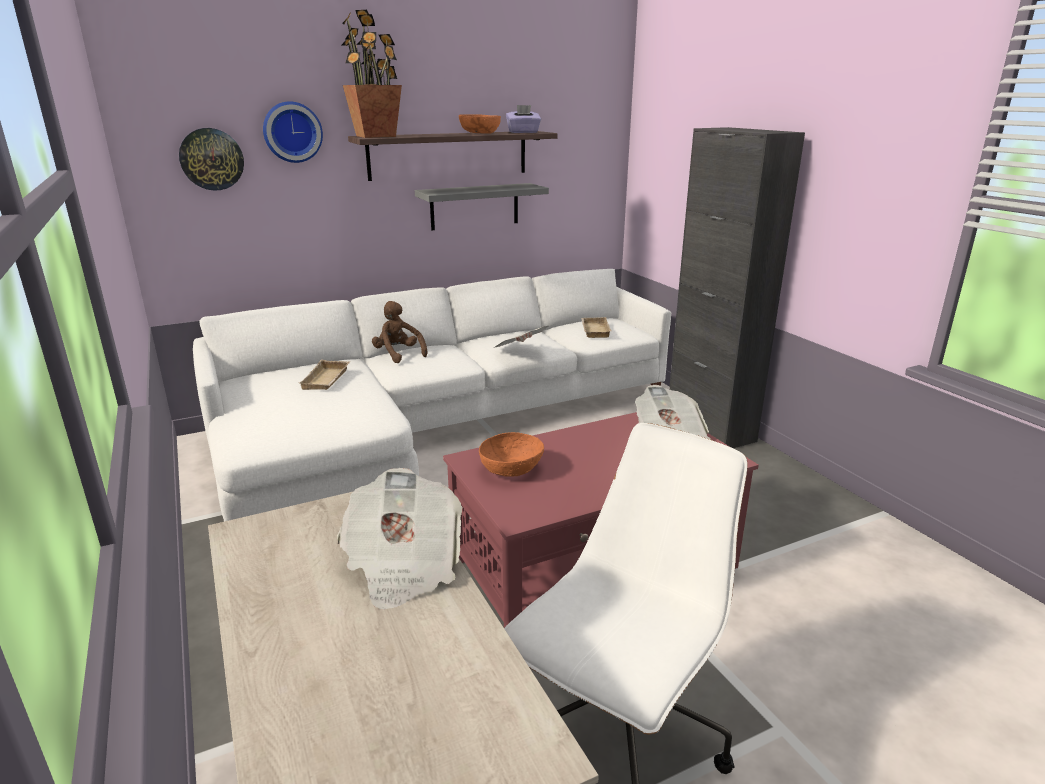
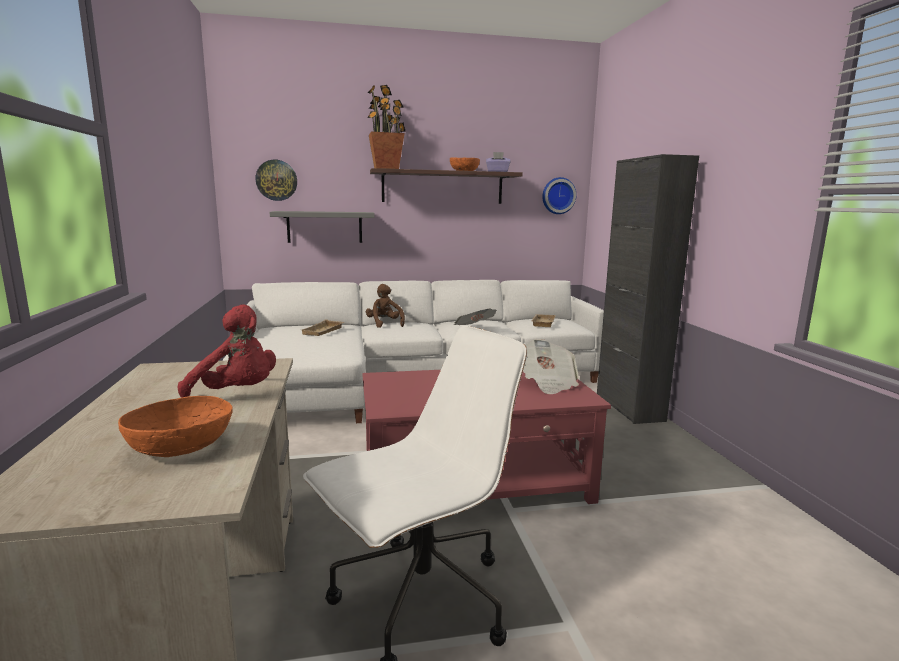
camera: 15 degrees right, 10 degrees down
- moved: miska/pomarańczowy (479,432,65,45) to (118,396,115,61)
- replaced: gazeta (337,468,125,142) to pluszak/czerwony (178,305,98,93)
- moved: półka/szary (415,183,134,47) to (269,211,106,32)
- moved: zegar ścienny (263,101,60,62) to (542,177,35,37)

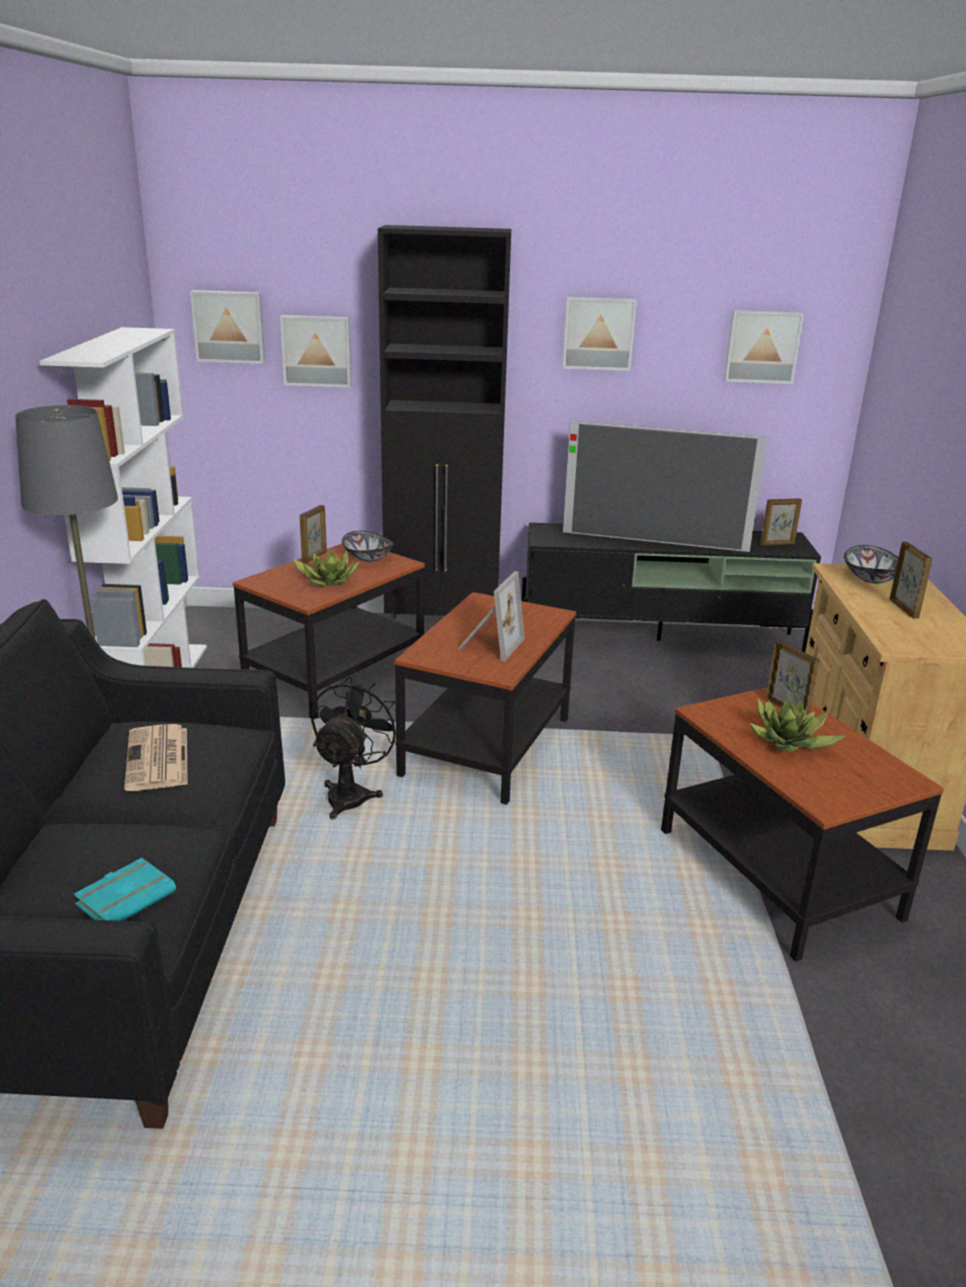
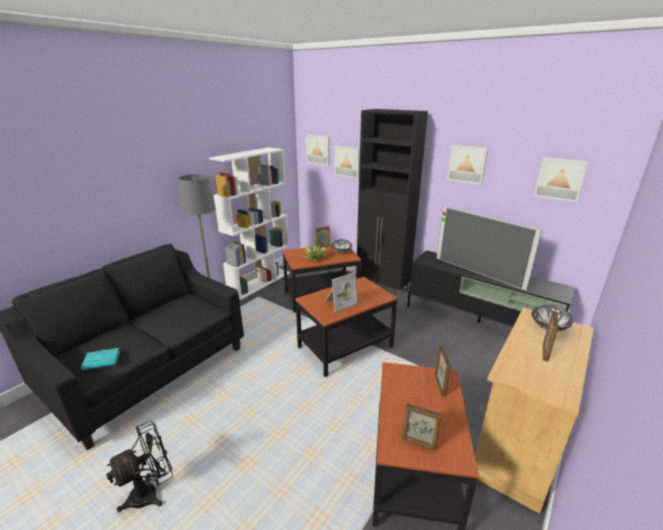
camera: 35 degrees right, 0 degrees up
- moved: wentylator/czarny (311,676,91,143) to (106,421,67,91)
- moved: ramka na zdjęcie (760,498,42,48) to (402,403,40,48)
- removed: gazeta (124,724,64,67)
- removed: roślina doniczkowa (750,698,97,53)

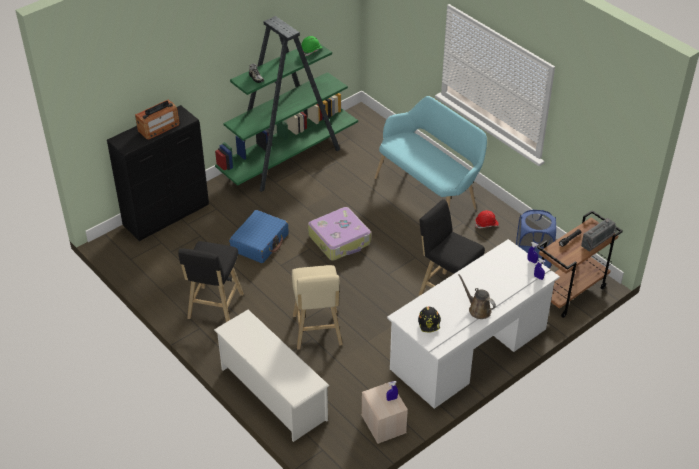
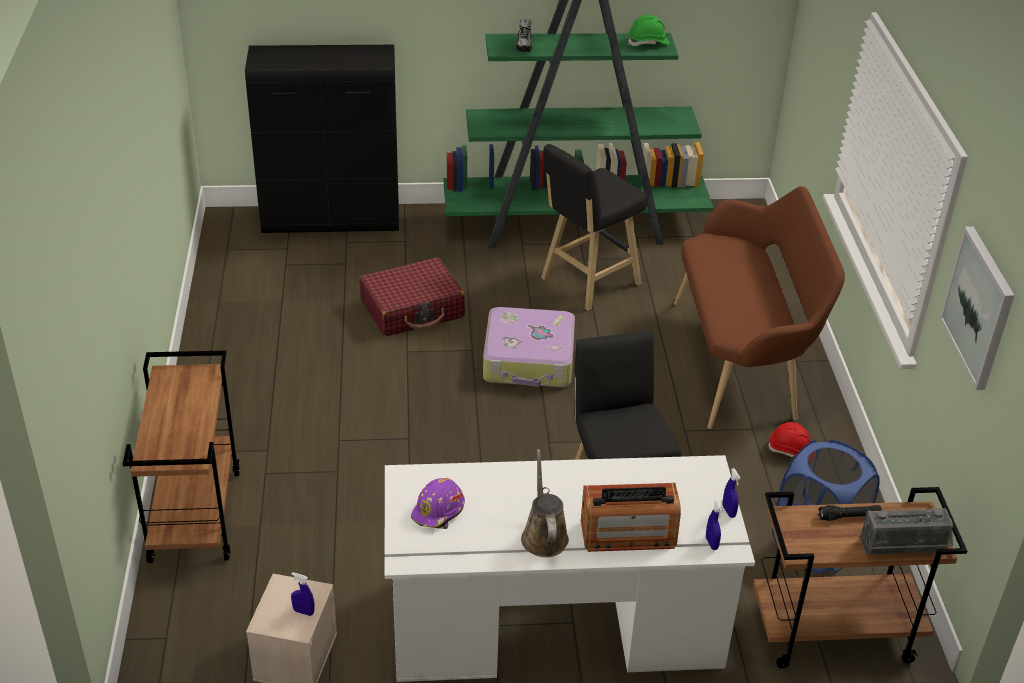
camera: 35 degrees right, 5 degrees down
- replaced: regał na buty/biały (214,310,116,132) to wózek/brązowy (123,350,117,213)
- recoloured: walizka/niebieski (229,210,59,53) to walizka/czerwony (359,258,106,78)
- recoloured: kask/czarny (418,306,23,27) to kask/fioletowy (411,478,54,51)
- moved: stołek/czarny (178,241,66,81) to (541,144,107,167)
- moved: radio (135,99,45,41) to (581,483,100,69)
- recoloured: ławka/turkusowy (375,96,112,114) to ławka/brązowy (674,186,171,243)
- added: obraz (939,226,76,164)
- removed: stołek/beżowy (292,265,51,85)

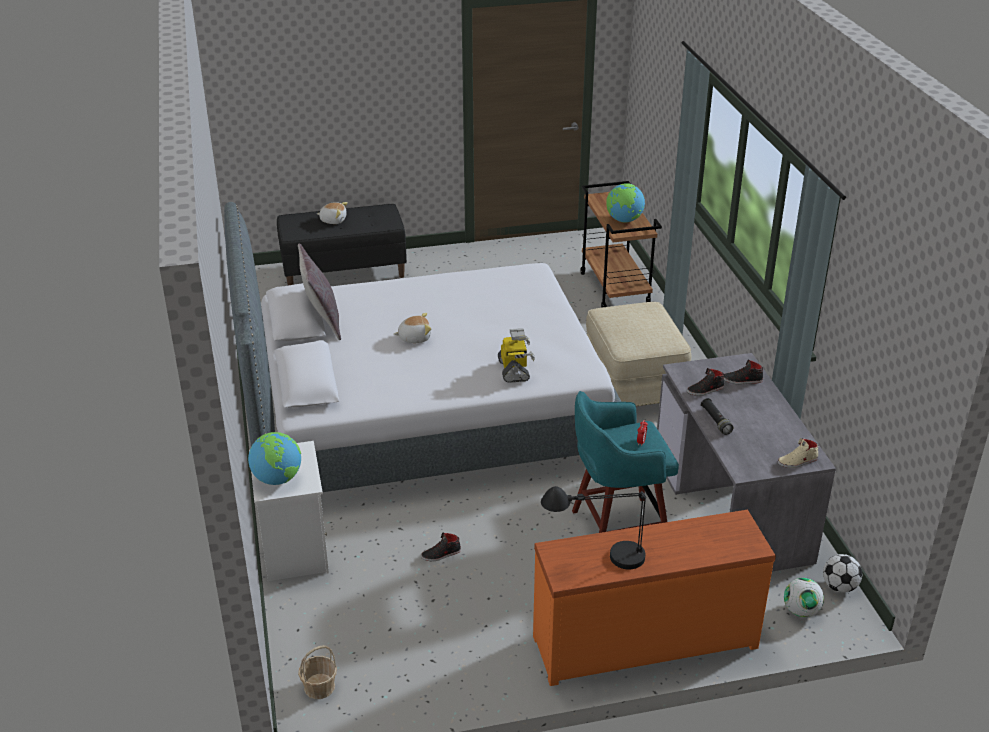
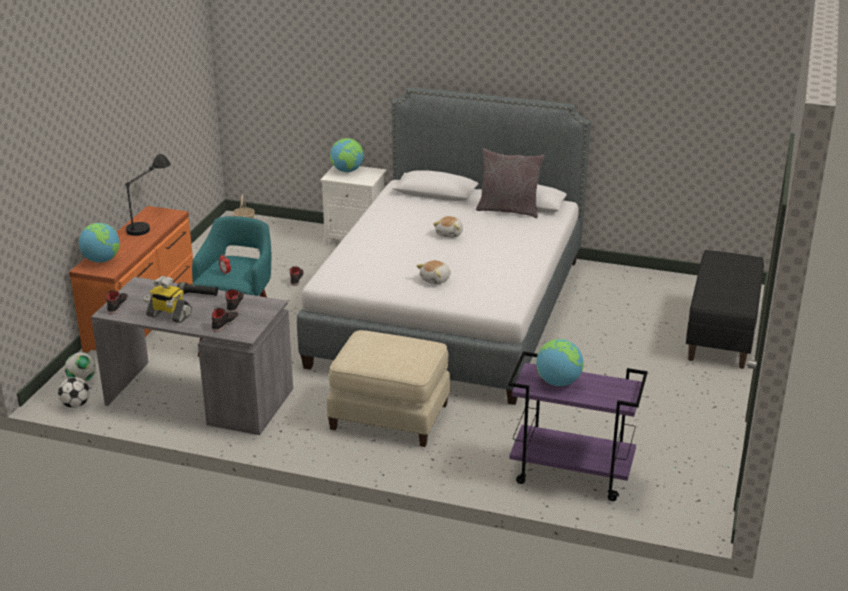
camera: 120 degrees right, 5 degrees down
- added: globus (79,223,41,40)
- recoloured: but/beżowy (778,438,41,30) to but/czarny (106,290,22,24)
- moved: robot zabawkowy (498,328,37,55) to (143,276,49,47)
- moved: pluszak (317,202,31,22) to (416,260,35,24)
- recoloured: wózek/brązowy (580,181,82,127) to wózek/fioletowy (508,351,140,150)

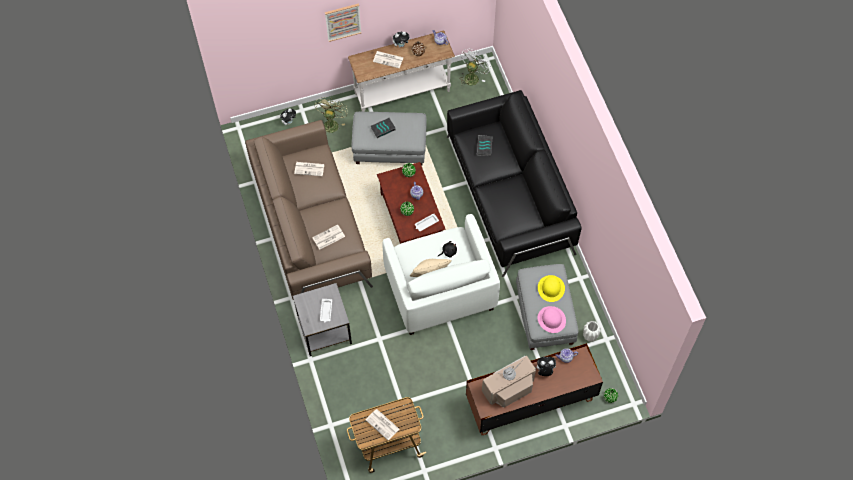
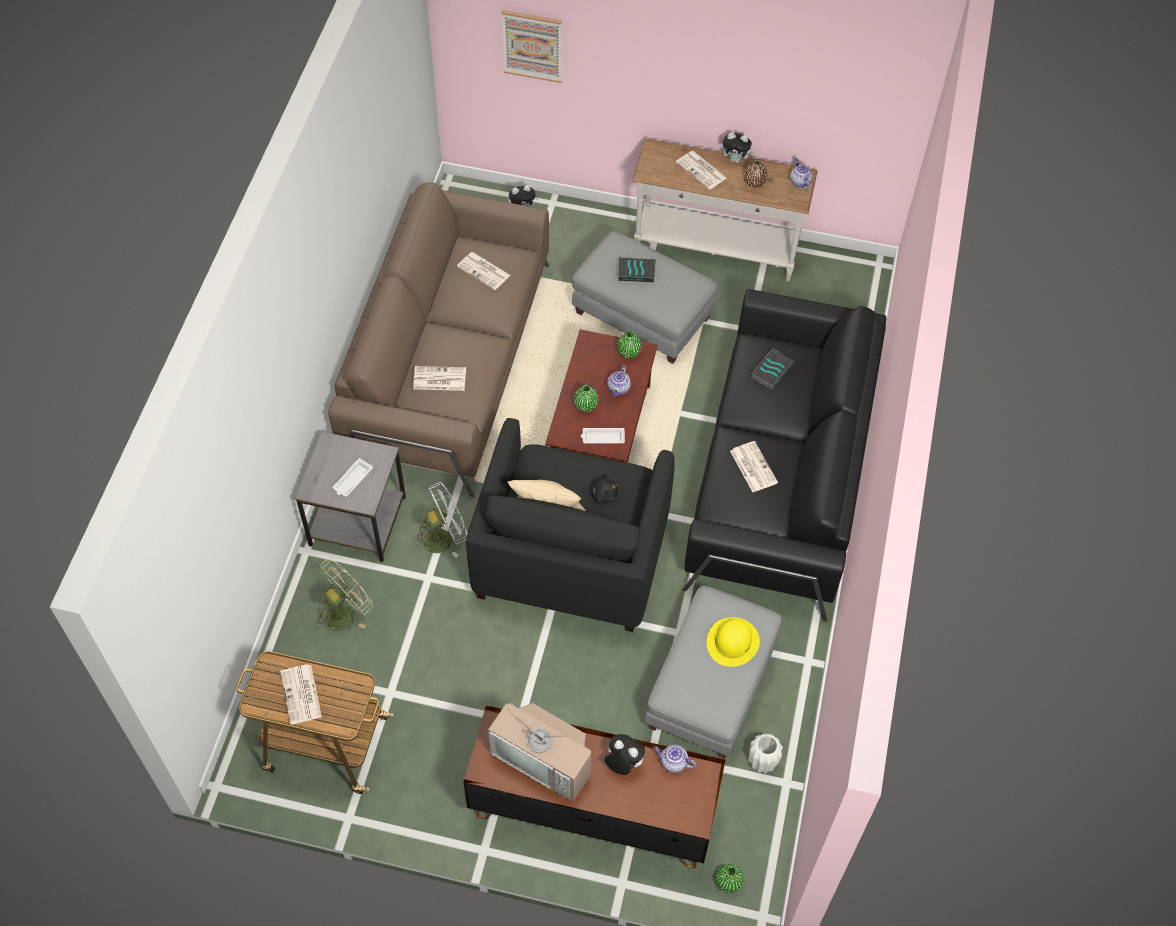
camera: 30 degrees right, 5 degrees down
- moved: wentylator/zielony (314,97,34,36) to (315,559,58,72)
- moved: wentylator/biały (459,48,32,37) to (413,482,54,75)
- recoloured: fotel/biały (383,214,117,121) to fotel/czarny (466,418,209,214)
- turned: telewizor (482,356,54,52) = (488,703,103,98) 150 degrees counterclockwise
- moved: obraz (325,3,36,39) to (502,10,60,73)
- added: gazeta (730,441,48,51)
- removed: kapelusz/różowy (538,306,28,27)

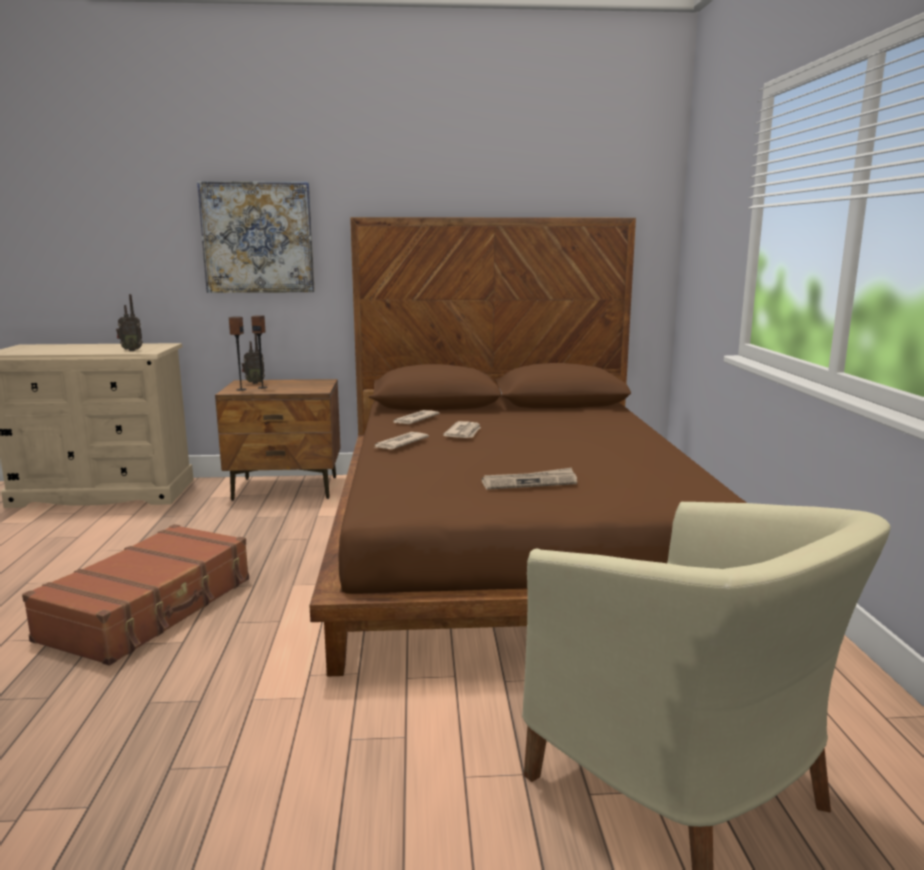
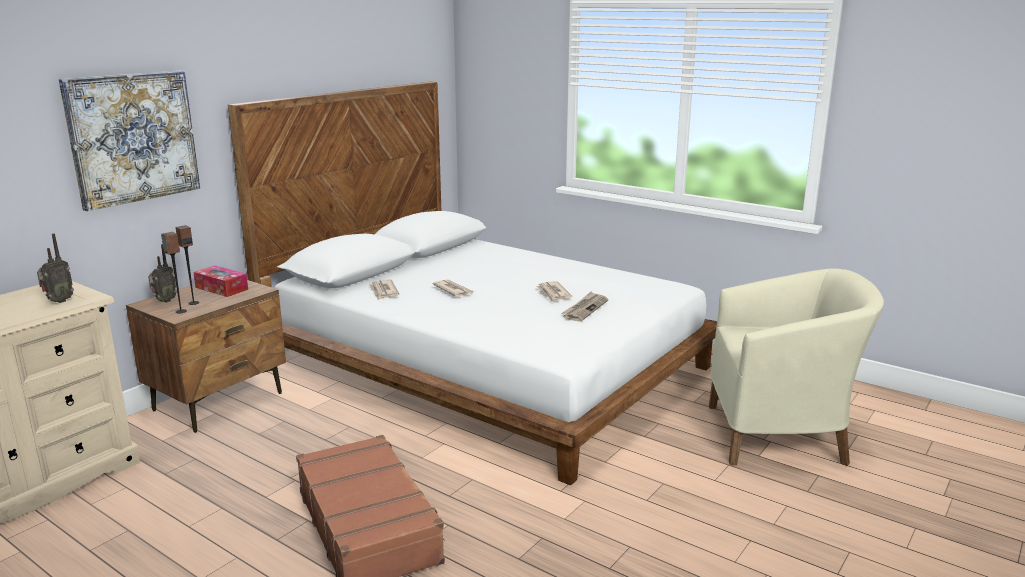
camera: 50 degrees left, 5 degrees up
- added: pudełko chusteczek (193,265,55,32)
- recoloured: łóżko/brązowy (309,217,438,460) to łóżko/biały (228,82,489,403)
- moved: gazeta (374,432,55,17) to (536,281,36,21)

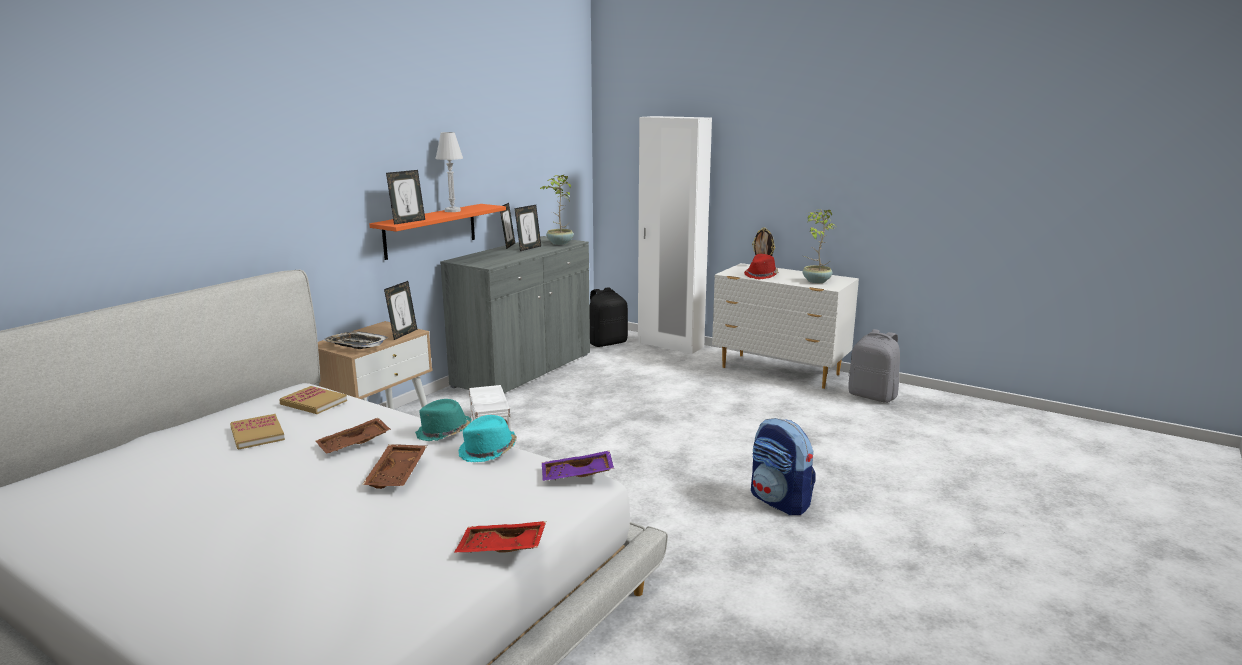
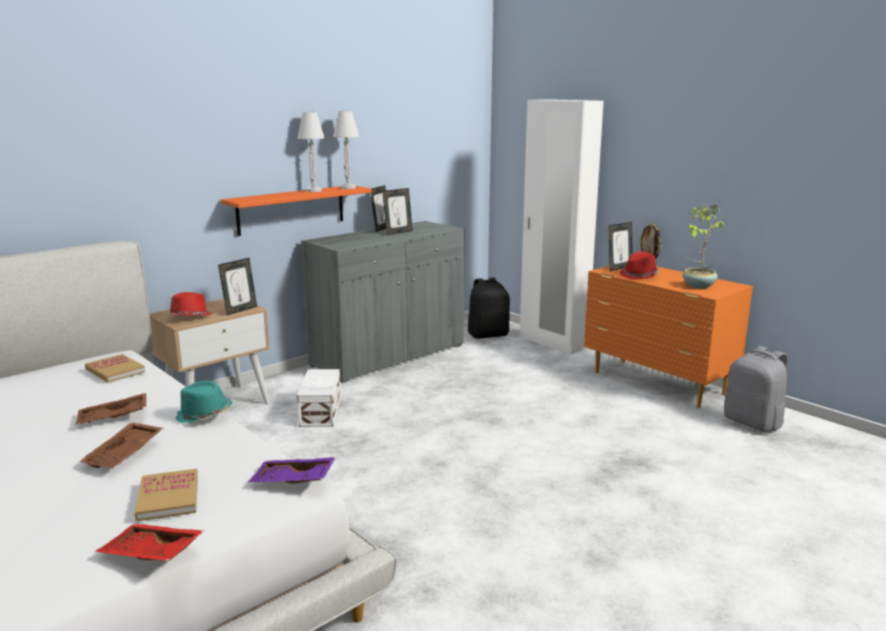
camera: 15 degrees right, 0 degrees up
- moved: książka (230,414,55,36) to (134,469,64,52)
- replaced: taca (324,331,64,18) to kapelusz/czerwony (167,292,45,24)
- added: lampa stołowa/biały (333,111,27,78)
- recoloured: komoda/biały (712,263,147,126) to komoda/pomarańczowy (584,266,169,142)
- moved: ramka na zdjęcie (386,170,39,55) to (608,222,25,49)
- removed: kapelusz/turkusowy (458,415,59,47)
- removed: roślina doniczkowa (540,175,34,70)
- removed: plecak (751,418,65,97)

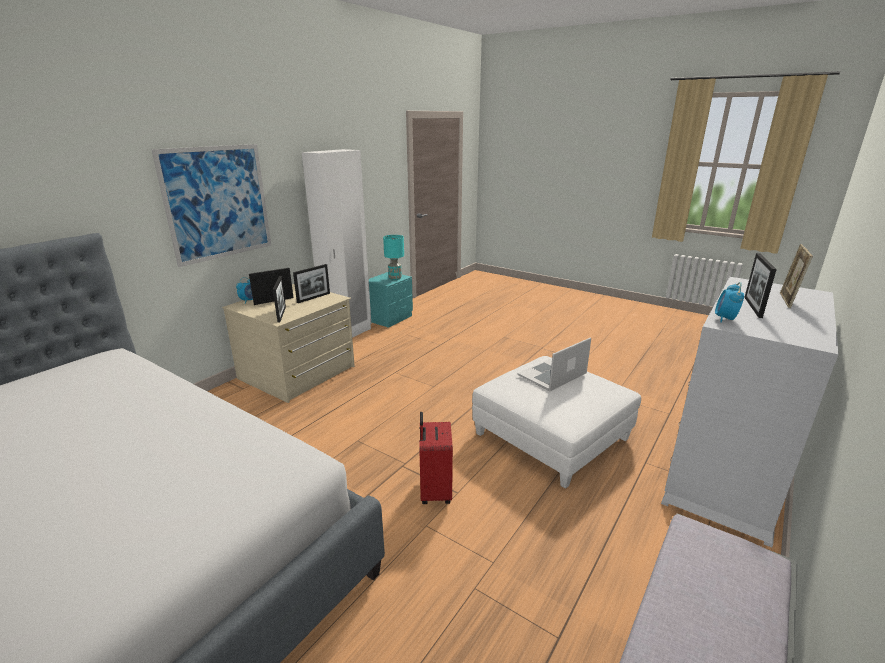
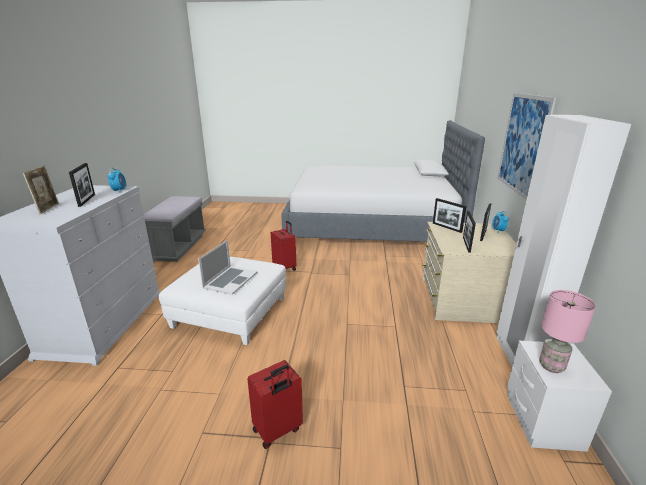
camera: 150 degrees right, 0 degrees up
- added: walizka/czerwony (247,360,56,89)
- recoloured: szafka nocna/turkusowy (369,272,44,56) to szafka nocna/biały (507,341,105,111)
- recoloured: lampa stołowa/turkusowy (383,235,21,45) to lampa stołowa/różowy (539,290,57,83)

